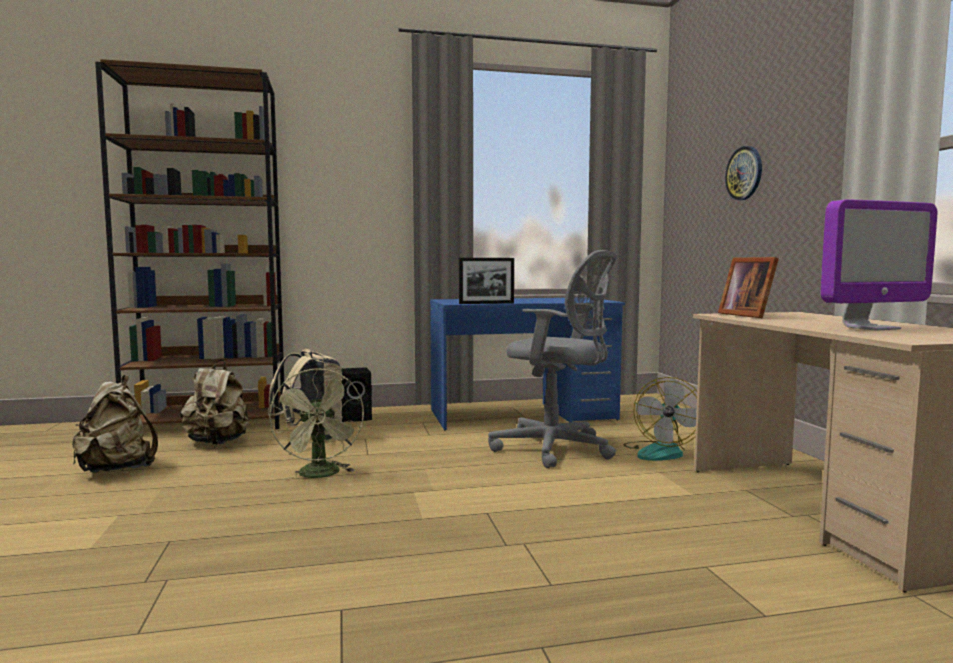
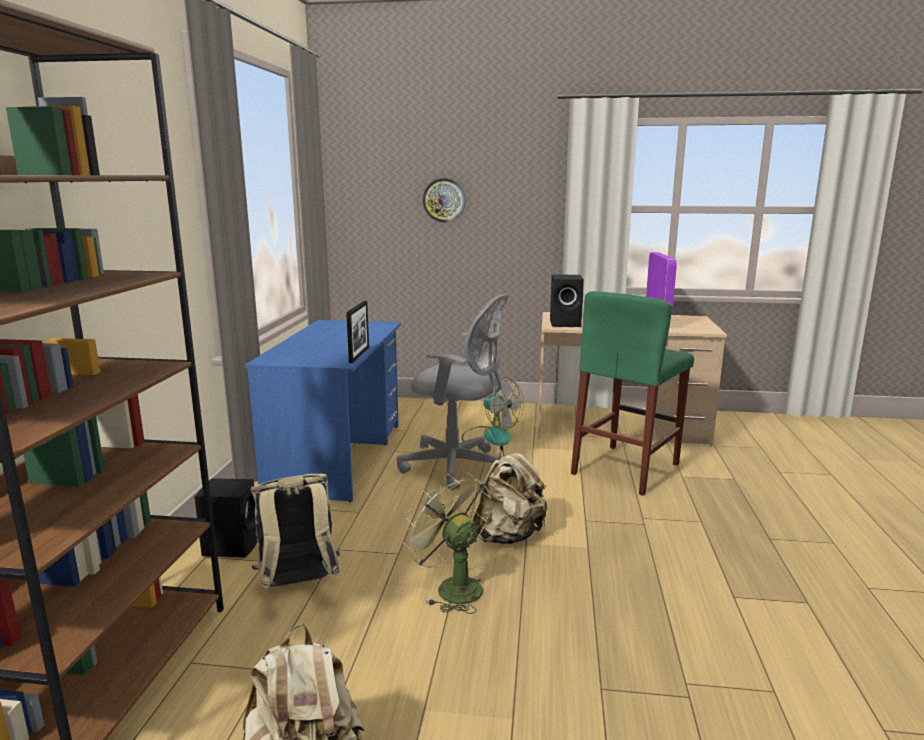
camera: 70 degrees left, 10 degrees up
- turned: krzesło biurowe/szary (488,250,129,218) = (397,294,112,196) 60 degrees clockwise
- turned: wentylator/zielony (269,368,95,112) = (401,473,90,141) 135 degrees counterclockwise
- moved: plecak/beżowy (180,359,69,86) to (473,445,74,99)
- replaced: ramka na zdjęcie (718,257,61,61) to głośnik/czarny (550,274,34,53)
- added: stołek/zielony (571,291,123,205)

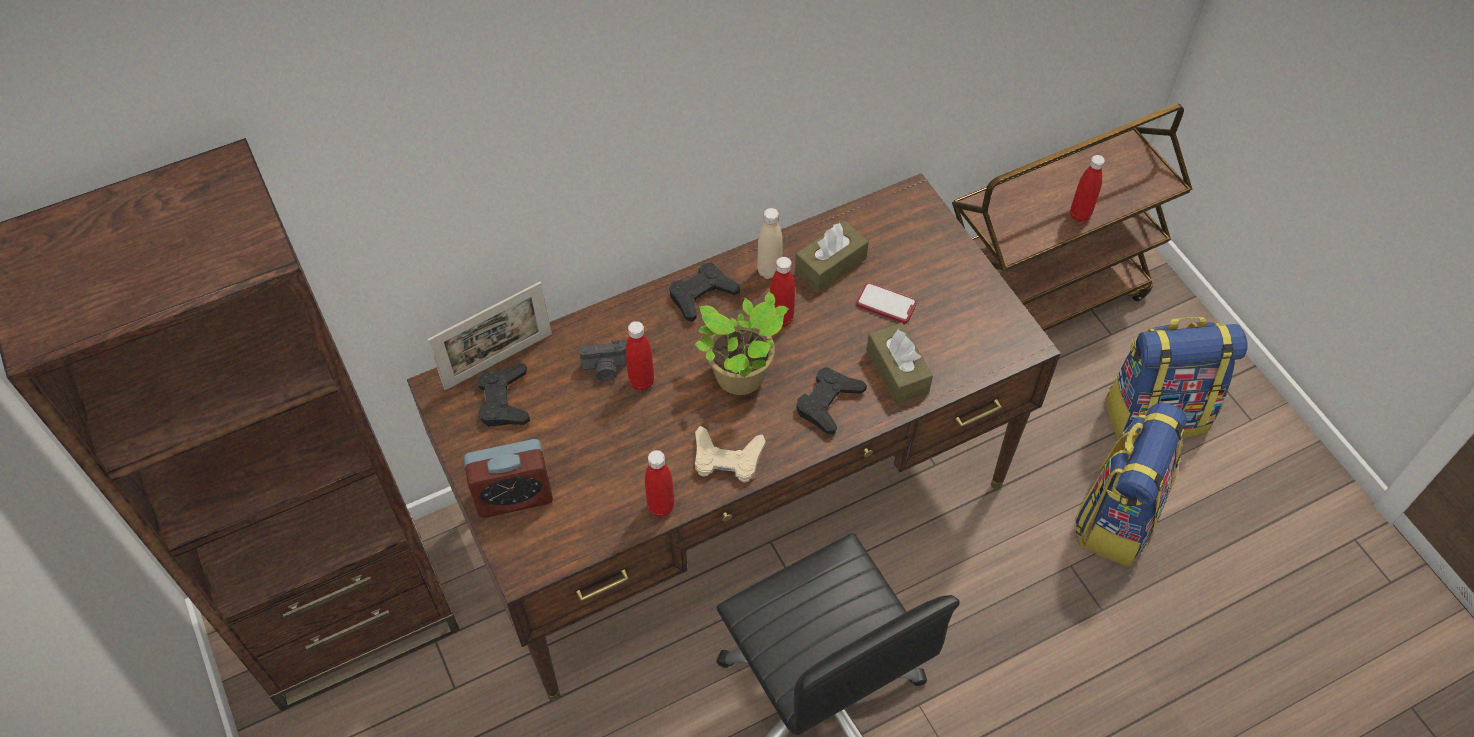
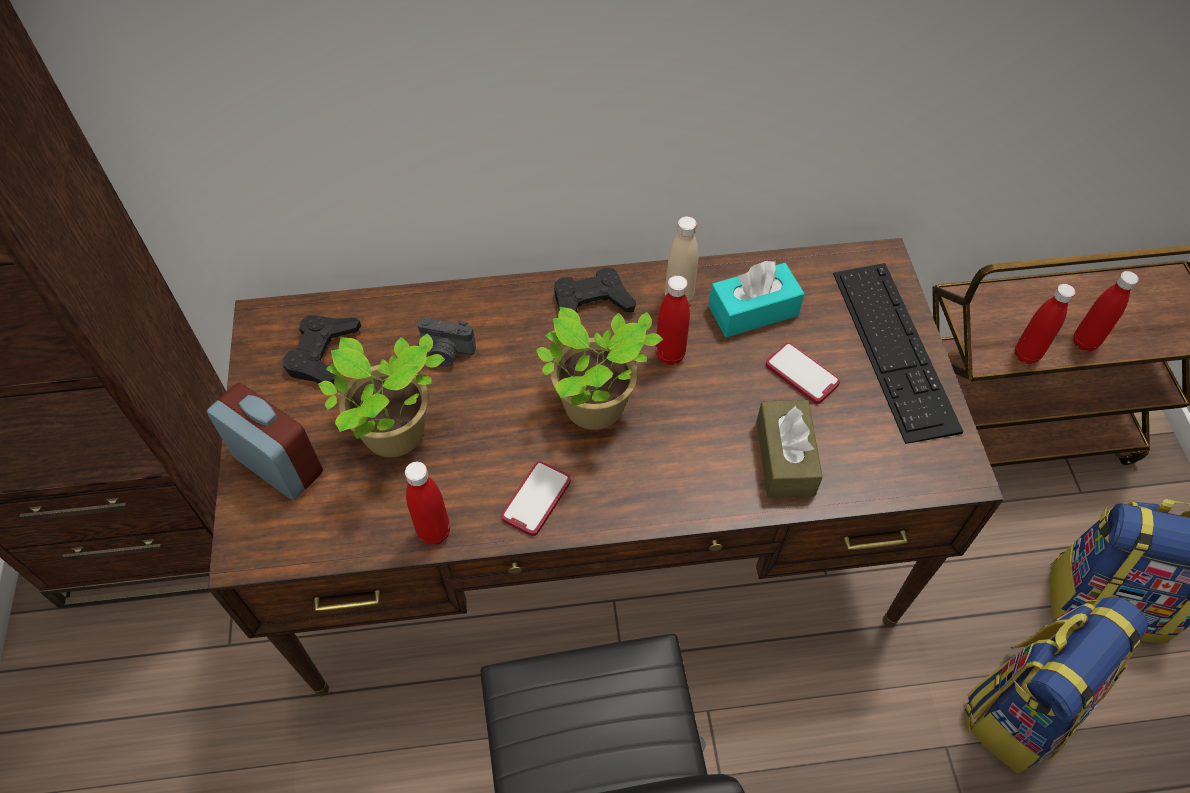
camera: 20 degrees right, 0 degrees up
- turned: budzik (464,439,89,79) = (207,383,116,117) 150 degrees counterclockwise
- added: roślina doniczkowa (318,333,127,124)
- replaced: pad do gier/beżowy (695,426,71,57) to telefon (501,461,70,75)
- recoloured: pudełko chusteczek/brązowy (795,221,74,71) to pudełko chusteczek/turkusowy (708,260,97,77)
- added: klawiatura (833,263,130,181)
- moved: butelka/czerwony (626,321,28,70) to (1015,284,60,80)
- removed: ramka na zdjęcie (428,282,124,108)
- removed: pad do gier/czarny (796,367,71,67)

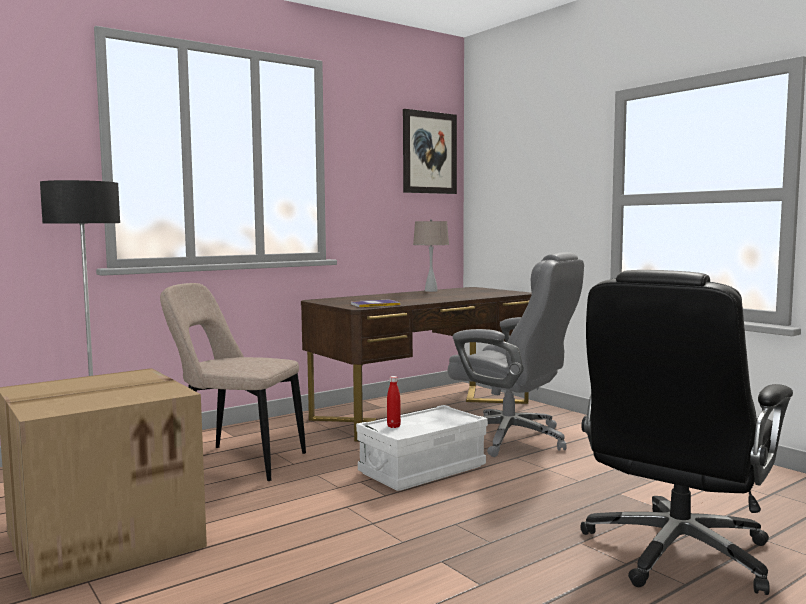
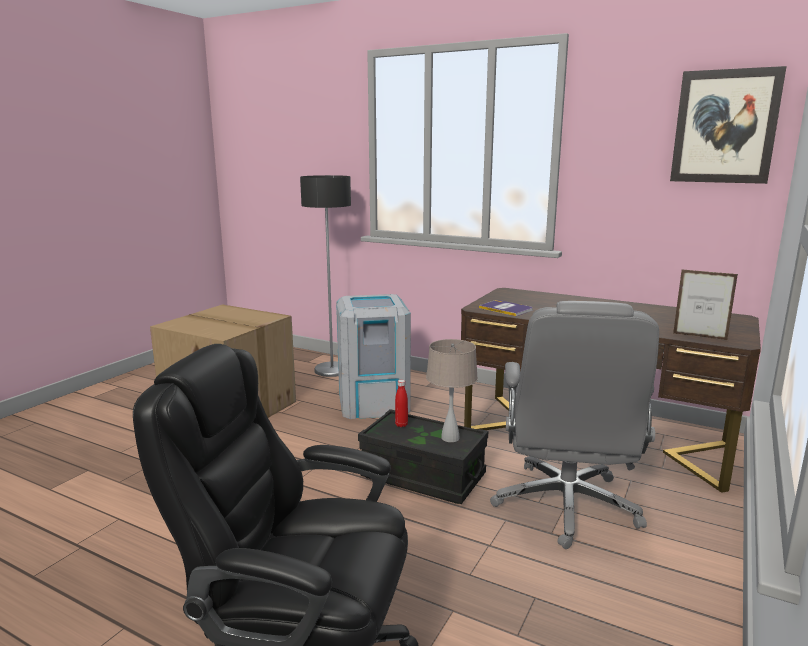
camera: 65 degrees right, 10 degrees up
- replaced: krzesło/beżowy (160,283,146,198) to kosz na śmieci/szary (336,294,75,125)
- recoloured: pojemnik do przechowywania/biały (356,405,132,86) to pojemnik do przechowywania/czarny (358,409,130,95)
- moved: lampa stołowa/beżowy (413,219,36,73) to (426,339,52,103)
- added: ramka na zdjęcie (673,269,65,71)

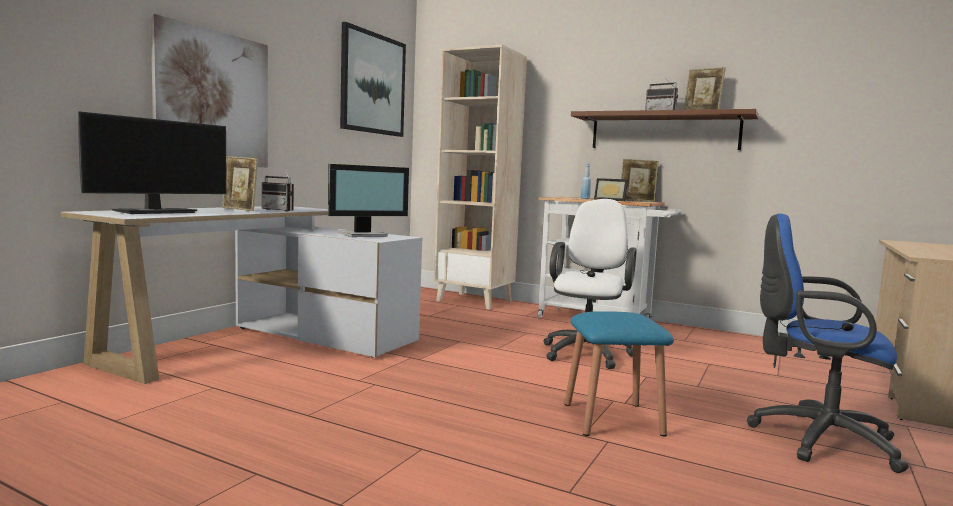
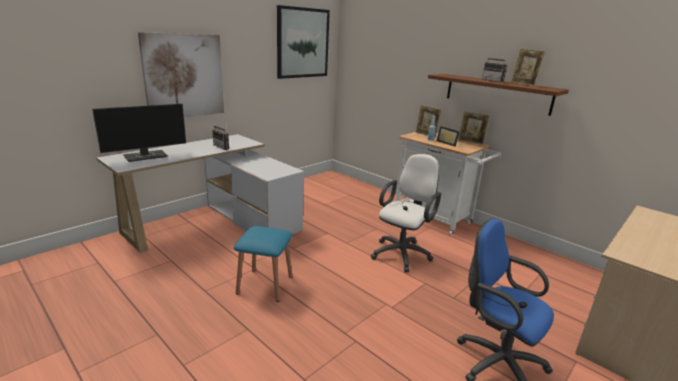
camera: 15 degrees right, 15 degrees up
- moved: stołek/niebieski (565,311,109,126) to (234,226,58,76)
- moved: ramka na zdjęcie (222,156,36,55) to (415,105,26,33)
- removed: monitor (328,164,81,73)
- removed: regał/beżowy (434,44,93,265)

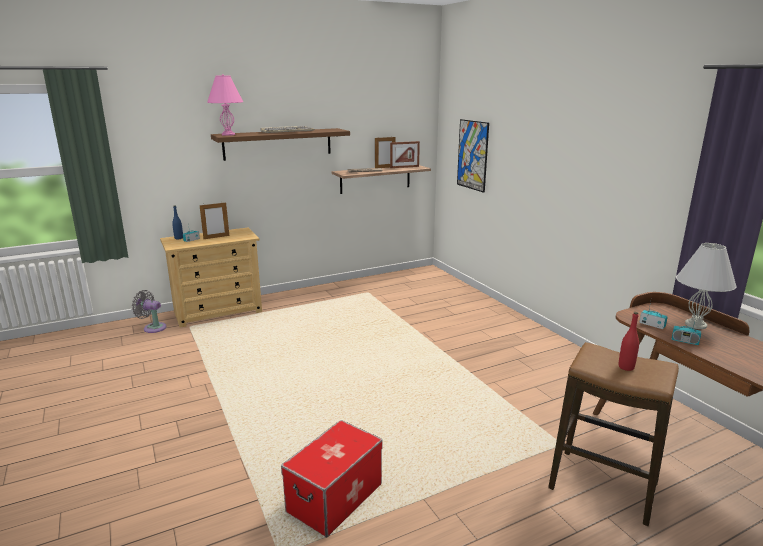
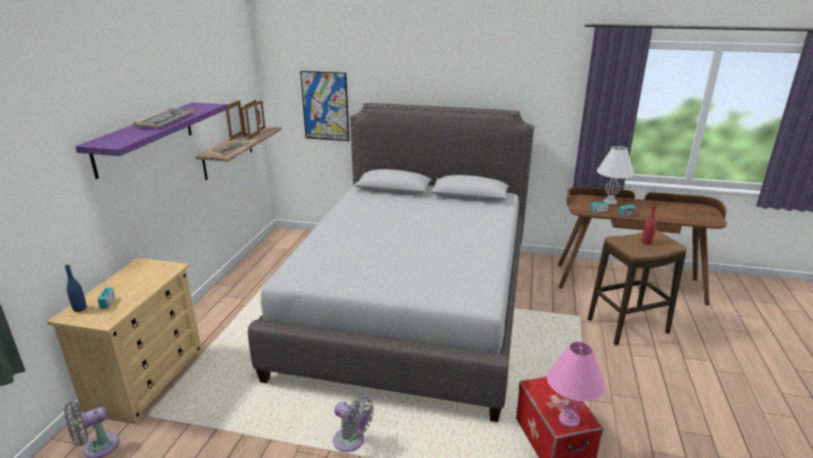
camera: 50 degrees left, 5 degrees up
- recoloured: półka/brązowy (211,128,139,33) to półka/fioletowy (75,102,152,77)
- moved: ramka na zdjęcie (199,203,30,36) to (244,100,16,40)
- added: łóżko/szary (248,103,286,319)
- added: wentylator/szary (333,397,41,55)
- moved: lampa stołowa/różowy (207,74,36,62) to (547,341,59,87)

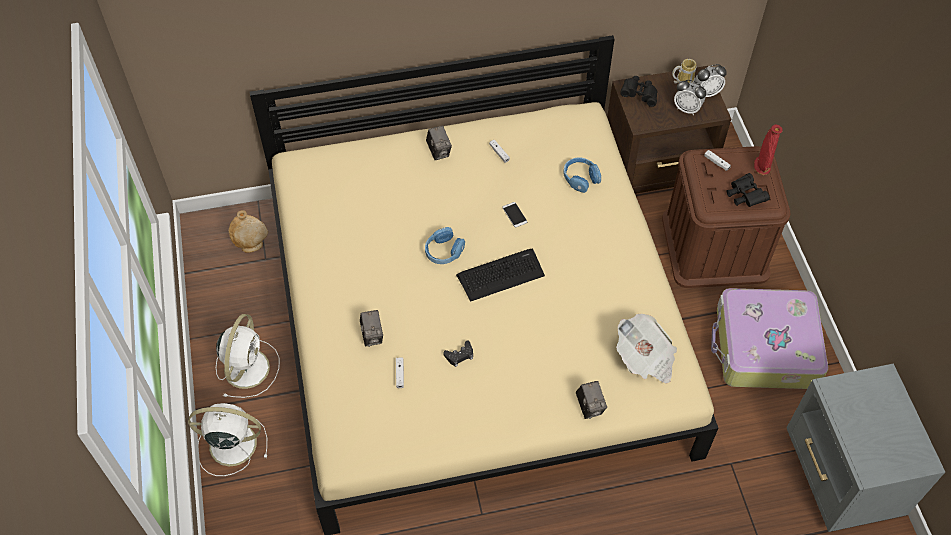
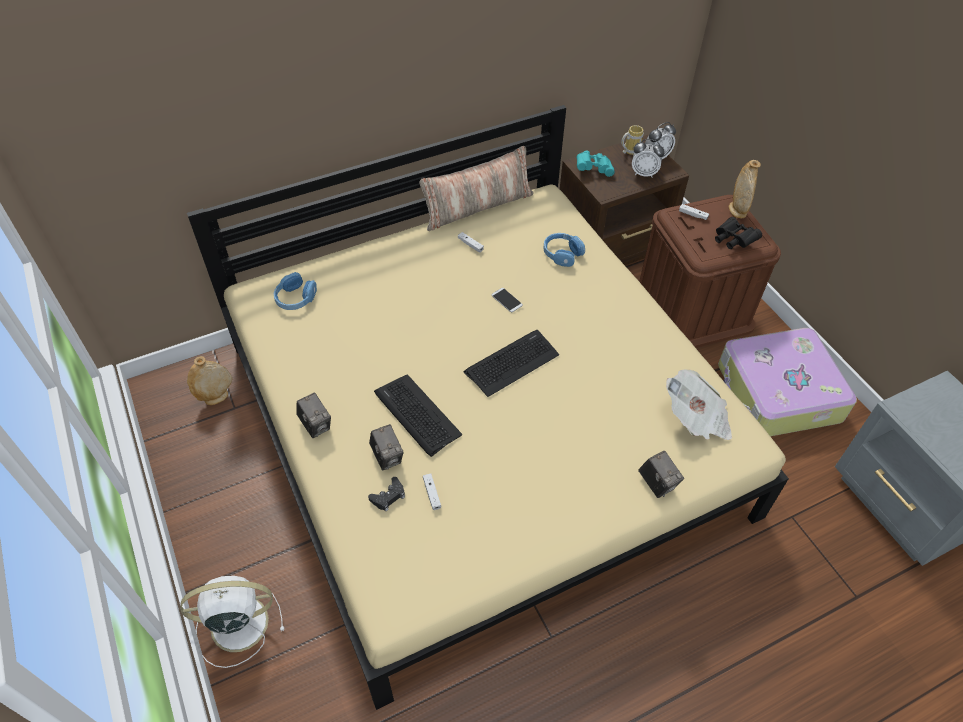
camera: 15 degrees left, 5 degrees down
- moved: słuchawki/niebieski (425,227,40,37) to (274,272,43,38)
- moved: aparat fotograficzny (426,125,26,35) to (296,393,35,45)
- moved: pad do gier/czarny (444,340,29,27) to (368,477,37,34)
- added: klawiatura (374,374,88,83)
- added: poduszka (419,146,115,85)
- recoloured: lornetka/czarny (620,76,38,31) to lornetka/turkusowy (577,150,38,27)
- recoloured: wazon/czerwony (754,124,29,51) to wazon/beżowy (729,160,32,59)
- removed: wentylator/biały (216,314,64,84)

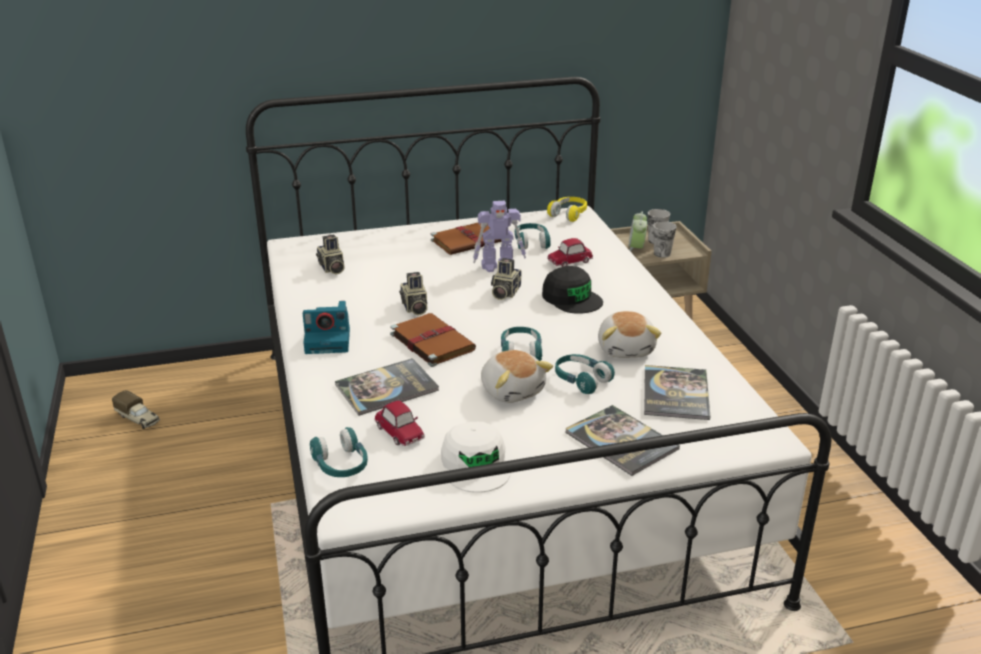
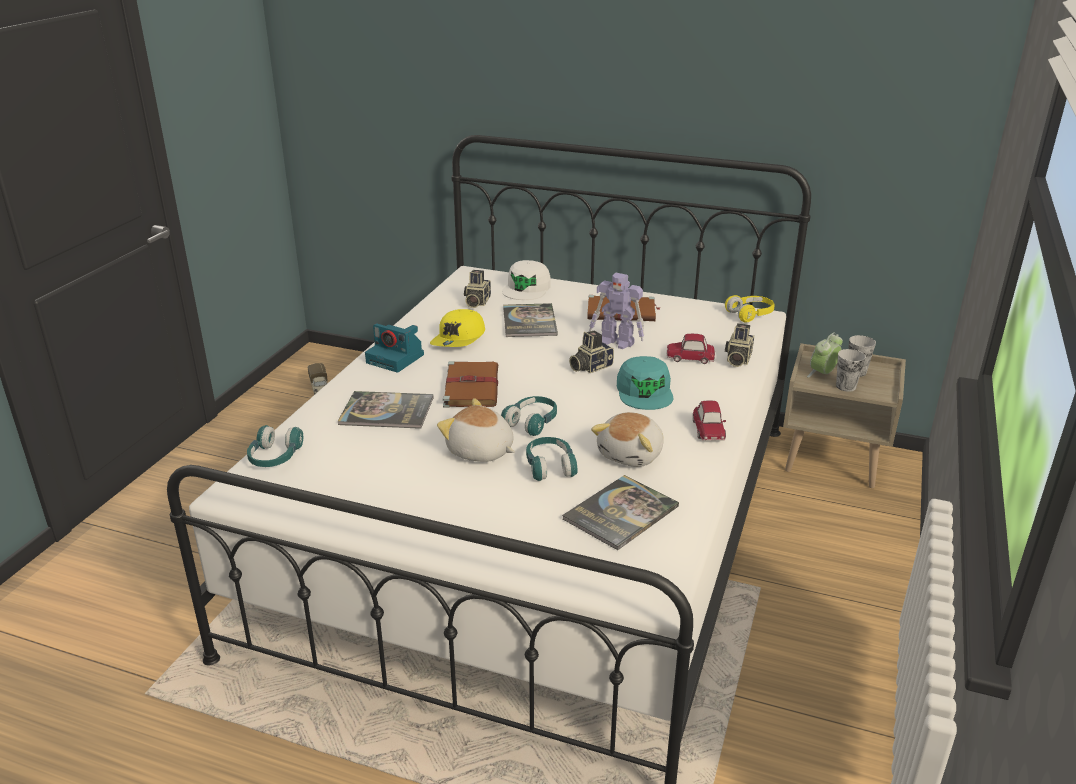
camera: 35 degrees right, 0 degrees up
- added: czapka z daszkiem/żółty (430,309,55,38)
- turned: pluszak (481,350,72,53) = (437,398,78,64) 120 degrees clockwise
- moved: czapka z daszkiem/biały (441,422,70,71) to (502,260,49,40)
- moved: książka (565,405,115,71) to (503,303,55,34)
- recoloured: czapka z daszkiem/czarny (542,266,61,48) to czapka z daszkiem/turkusowy (617,356,56,54)
- moved: samochodzik (374,400,51,46) to (693,400,33,41)
- moved: aparat fotograficzny (399,272,28,44) to (725,323,29,44)
- removed: słuchawki/turkusowy (515,223,36,26)

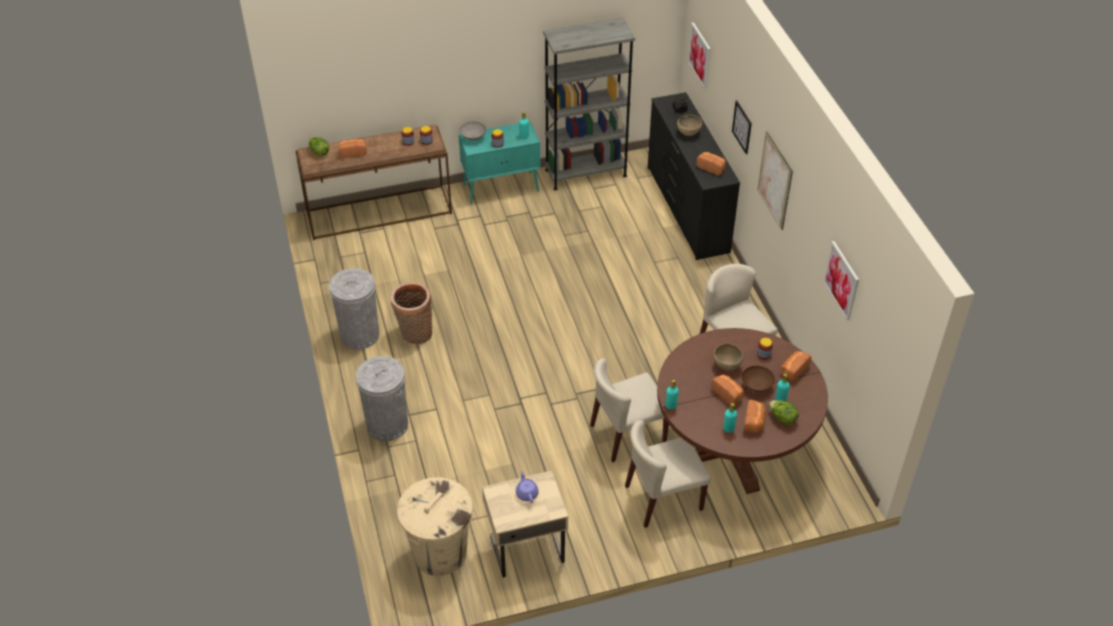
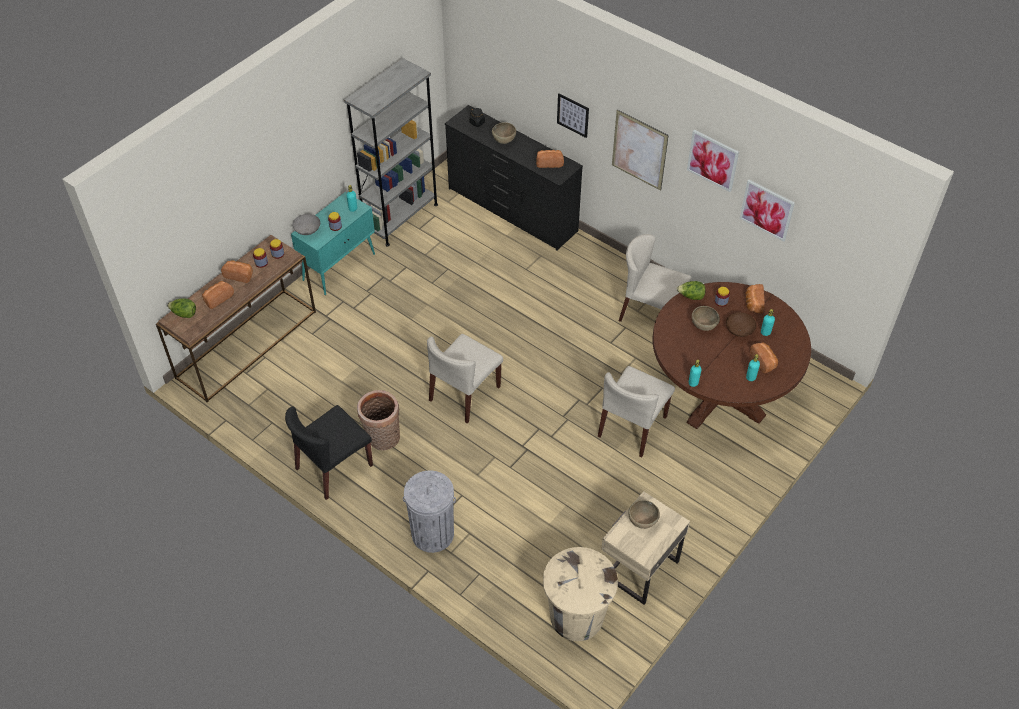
camera: 35 degrees left, 5 degrees up
- moved: chleb (711,374,33,31) to (221,260,32,23)
- replaced: kosz na śmieci/szary (329,268,50,81) to krzesło/czarny (285,405,88,95)
- moved: krzesło/beżowy (625,420,86,108) to (427,334,76,89)
- replaced: imbryk/fioletowy (516,471,23,32) to miska/brązowy (628,500,32,29)
- moved: sałata (769,400,30,25) to (676,281,30,19)
- moved: obraz (688,22,23,67) to (687,130,52,62)

